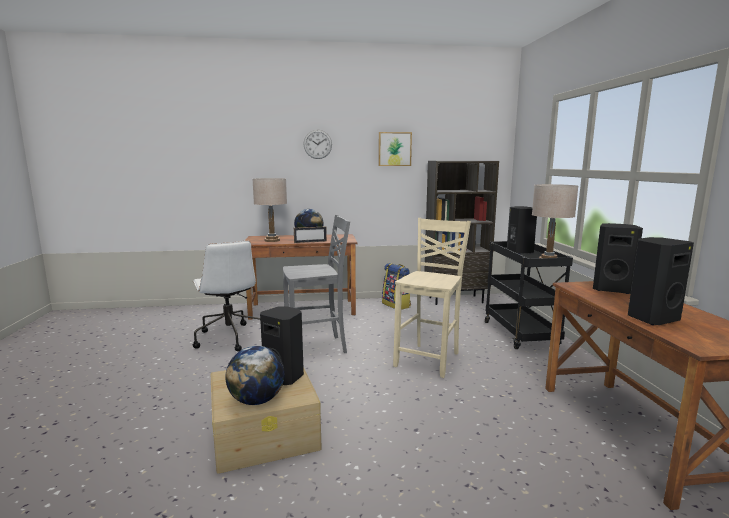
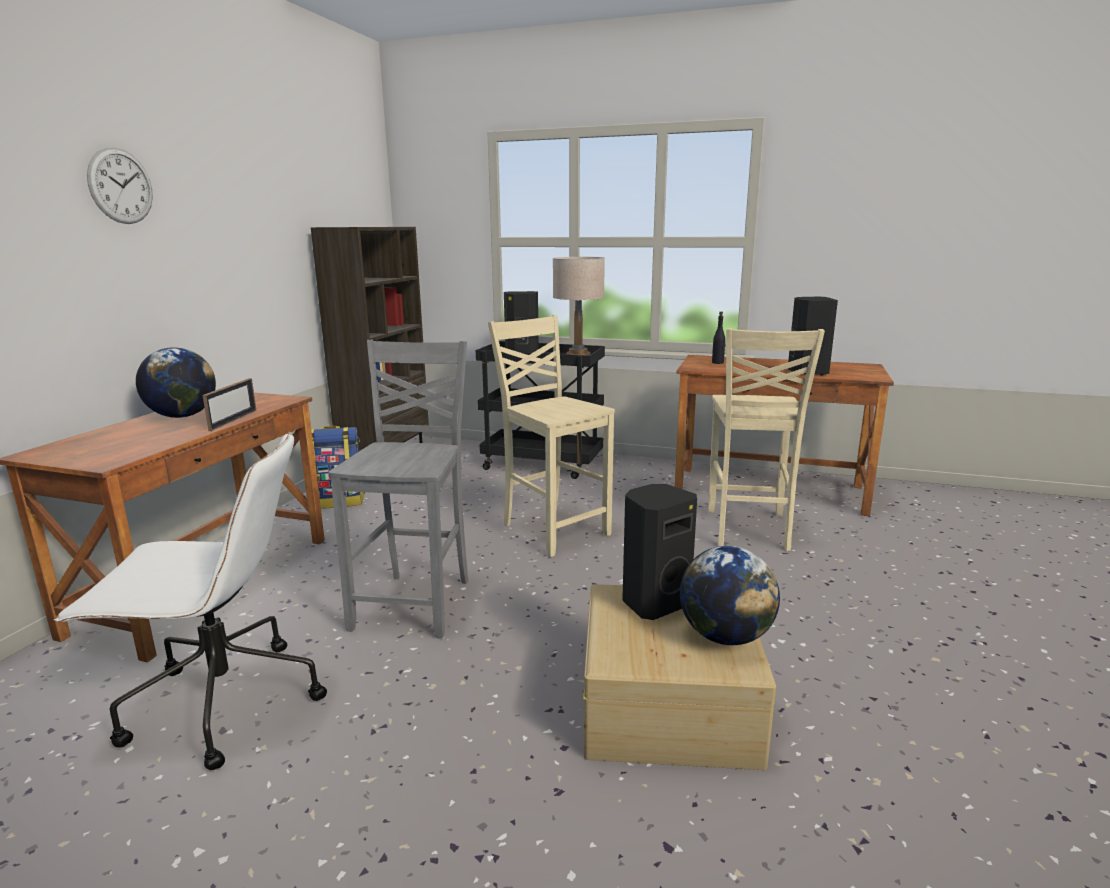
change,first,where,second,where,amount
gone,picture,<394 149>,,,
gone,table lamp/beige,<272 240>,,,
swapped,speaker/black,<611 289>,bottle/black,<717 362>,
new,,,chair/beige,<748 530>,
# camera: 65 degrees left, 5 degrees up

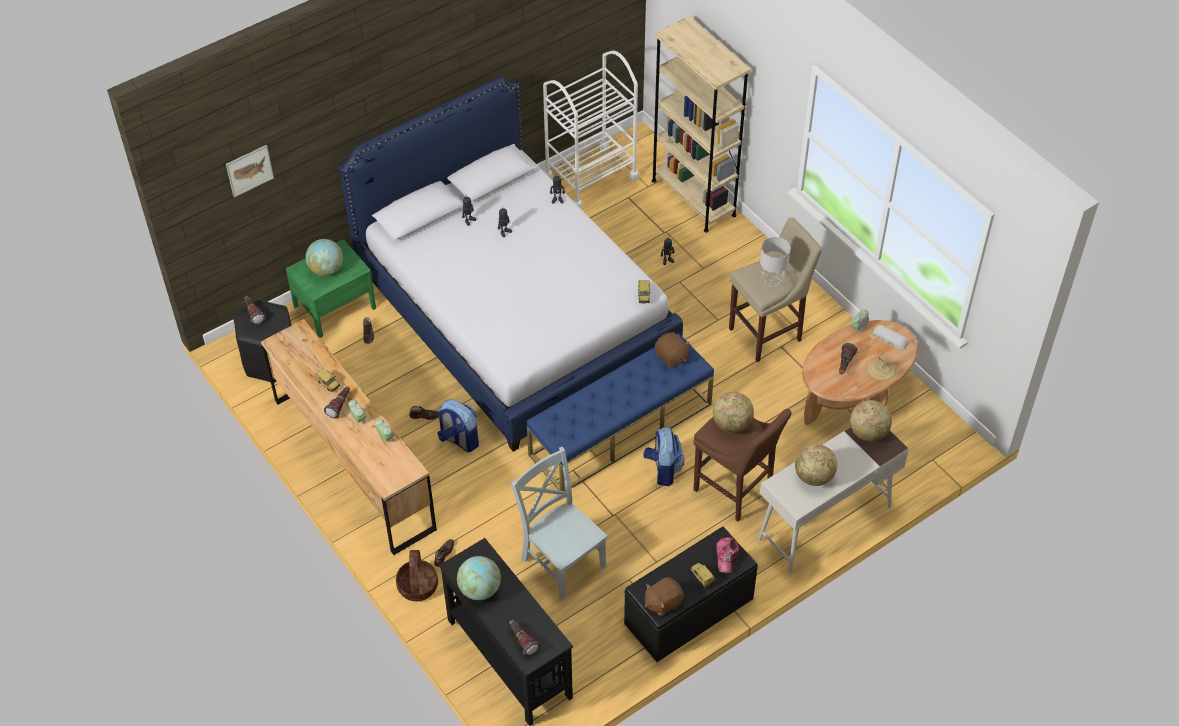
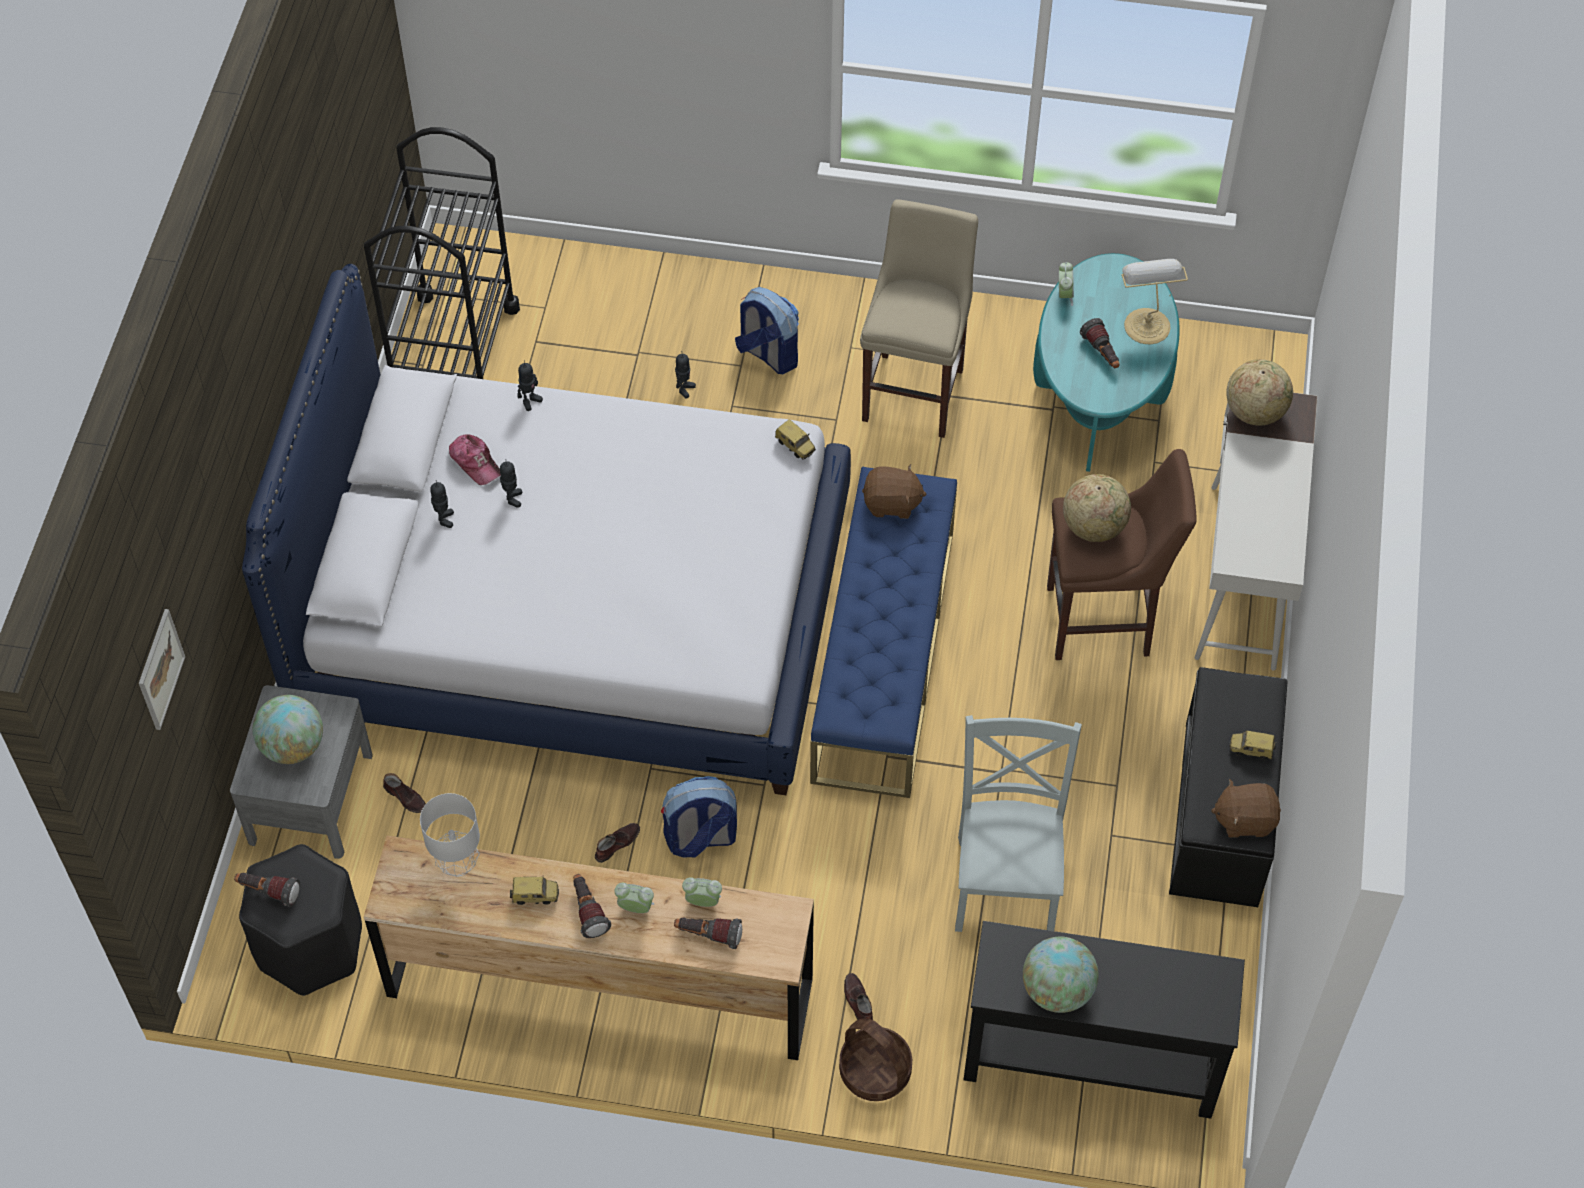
change,first,where,second,where,amount
gone,bookcase/beige,<693 198>,,,
repainted,cart/white,<590 177>,cart/black,<454 350>,
shifted,table lamp/grey,<772 281>,,<459 863>,
repainted,nightstand/green,<334 306>,nightstand/grey,<310 798>,
repainted,coffee table/brown,<853 396>,coffee table/turquoise,<1099 394>,
shifted,backpack,<663 469>,,<768 354>,
gone,globe,<814 477>,,,
rotated,chair/grey,<561 560>,,<1007 881>,90 degrees clockwise
shifted,cap,<727 556>,,<475 462>,
rotated,plush toy/brown,<663 602>,,<1244 819>,75 degrees clockwise
shifted,flashlight,<522 640>,,<708 935>,
# camera: 45 degrees left, 5 degrees up

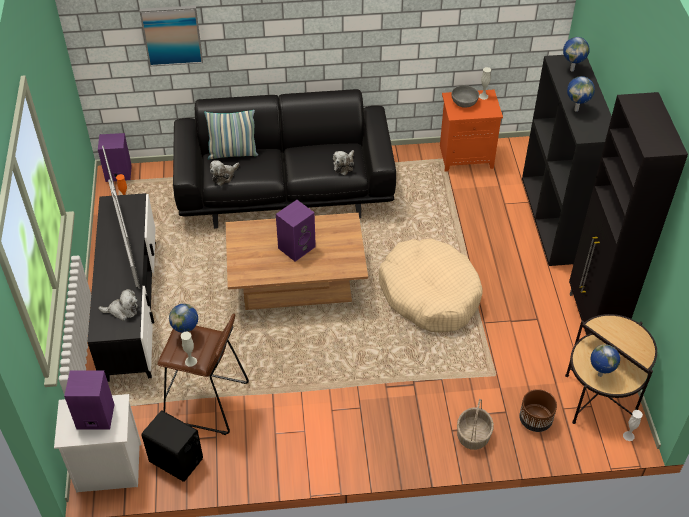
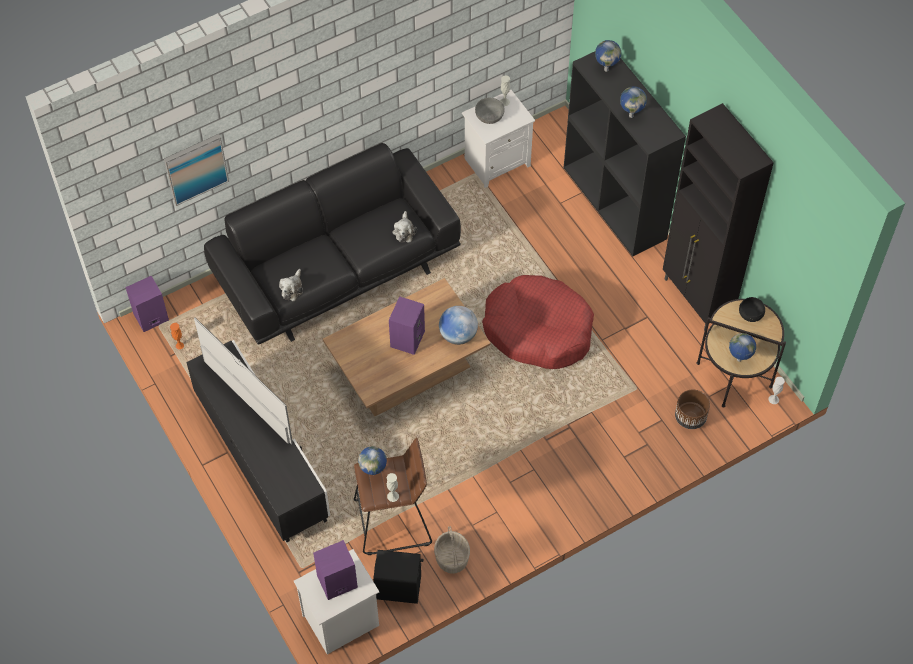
change,first,where,second,where,amount
repainted,nightstand/orange,<466 156>,nightstand/white,<497 161>,
gone,pillow,<233 153>,,,
repainted,dog bed/beige,<429 294>,dog bed/red,<538 330>,
gone,plush toy,<122 310>,,,
shifted,basket,<473 436>,,<452 558>,
new,,,bowl/black,<751 313>,
new,,,globe,<458 335>,
# camera: 25 degrees left, 10 degrees up

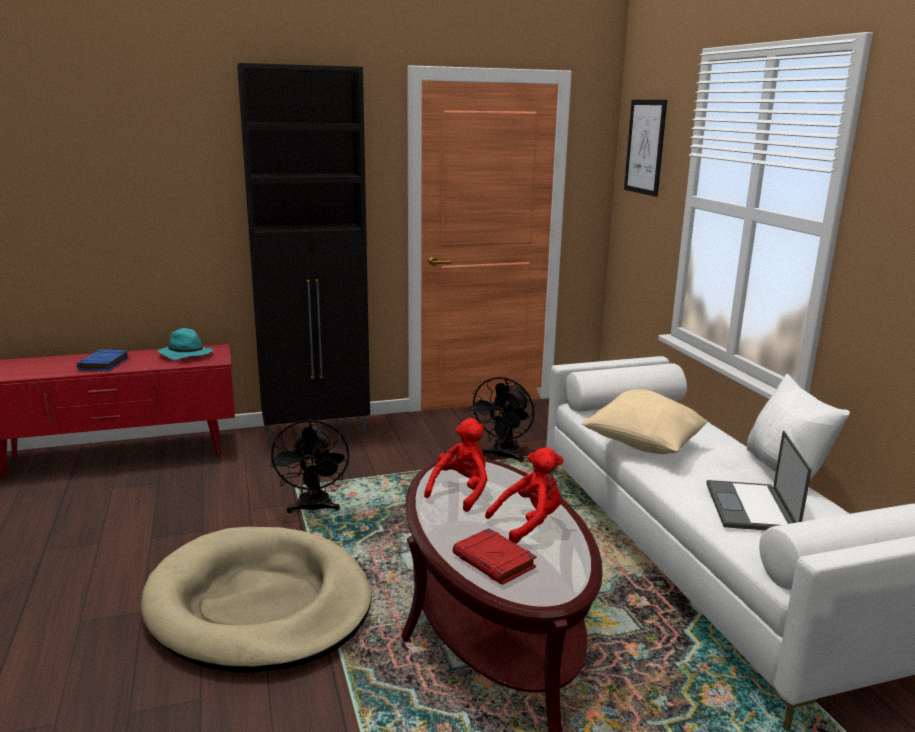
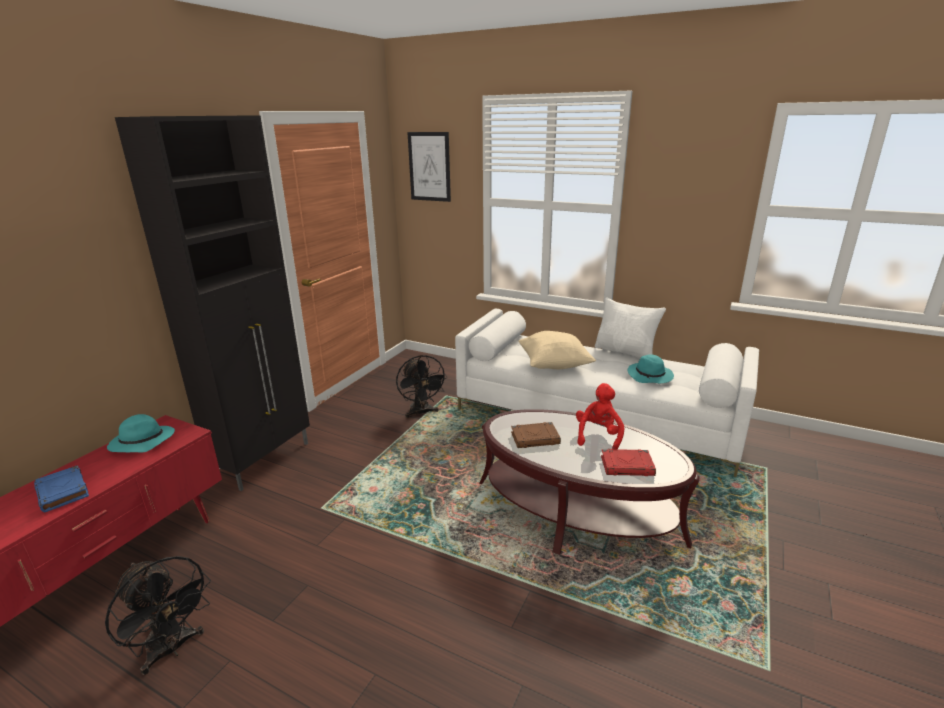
change,first,where,second,where,amount
swapped,plush toy/red,<461 491>,book/brown,<535 438>,
shifted,fan/black,<313 509>,,<172 649>,
swapped,laptop,<751 507>,hat/turquoise,<650 376>,
gone,dog bed/beige,<259 605>,,,
# camera: 45 degrees left, 5 degrees up

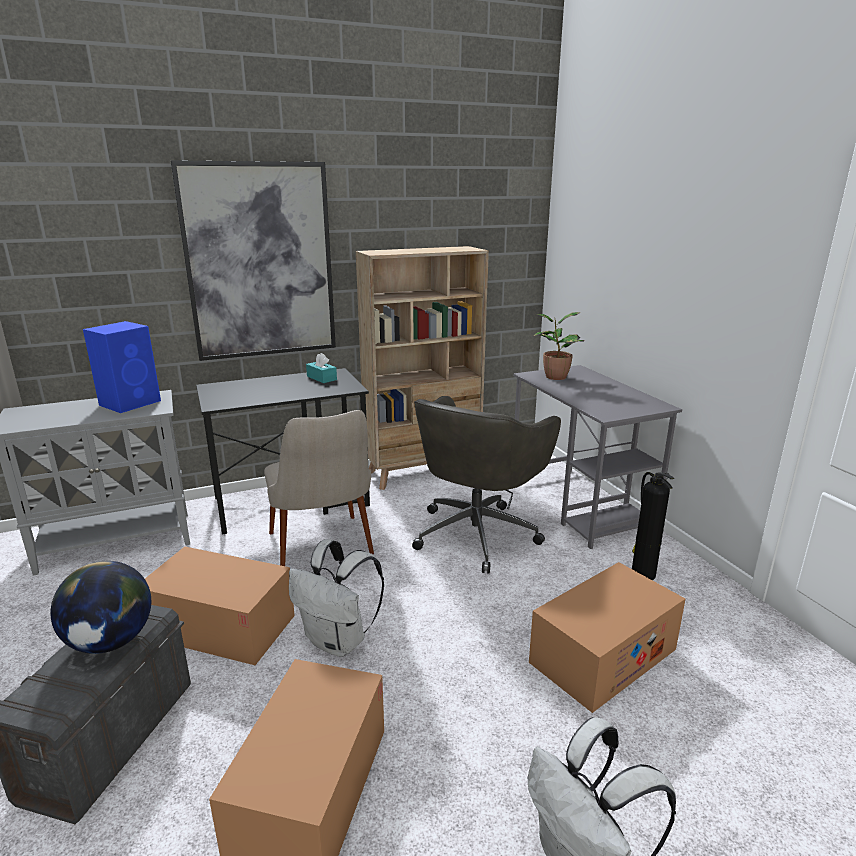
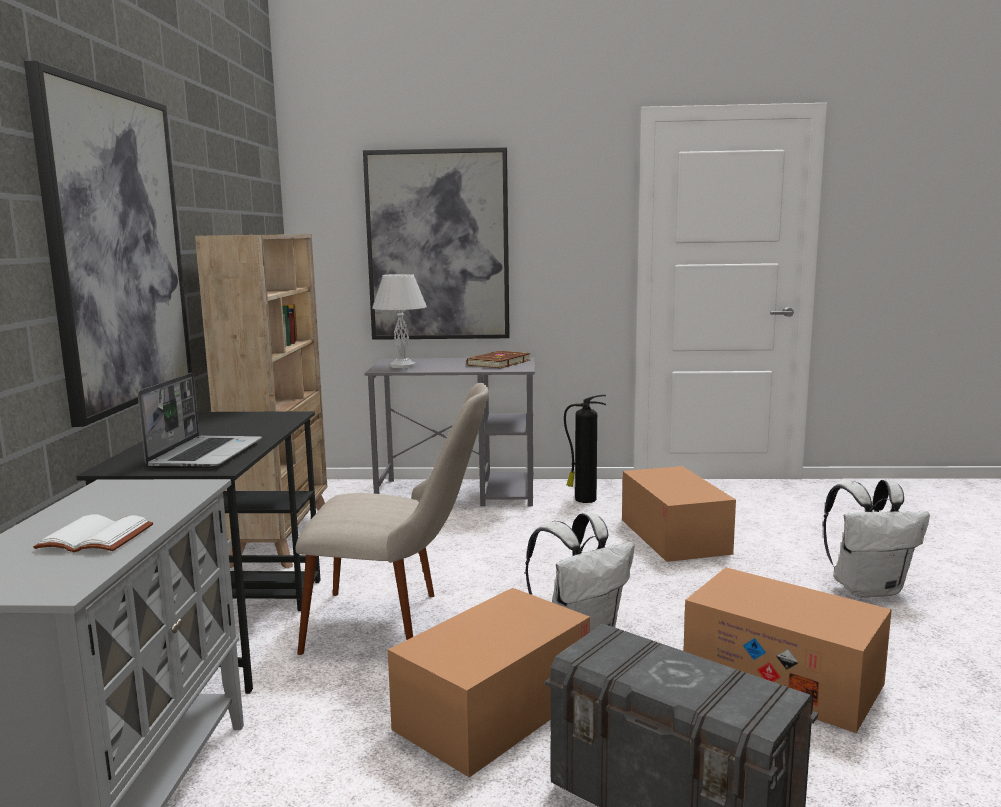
change,first,where,second,where,amount
swapped,potted plant,<554 377>,table lamp/white,<401 366>,
gone,speaker/blue,<131 402>,,,
gone,tissue box/turquoise,<321 378>,,,
gone,office chair/grey,<477 533>,,,
gone,globe,<111 641>,,,
new,,,picture,<438 246>,
new,,,book/brown,<497 363>,
new,,,laptop,<206 454>,
new,,,book/white,<93 539>,
# camera: 65 degrees left, 10 degrees down

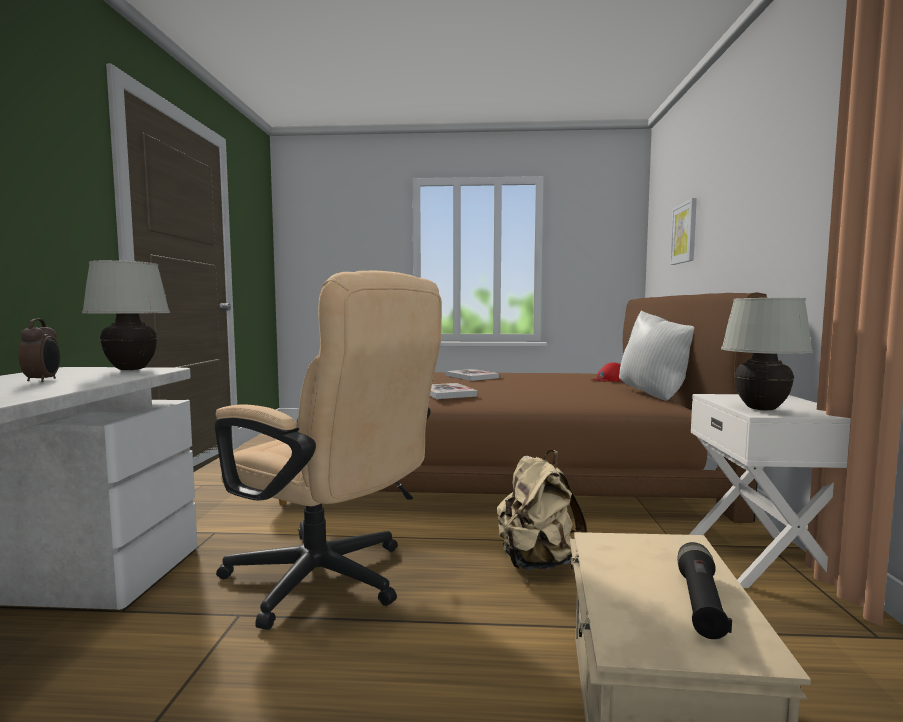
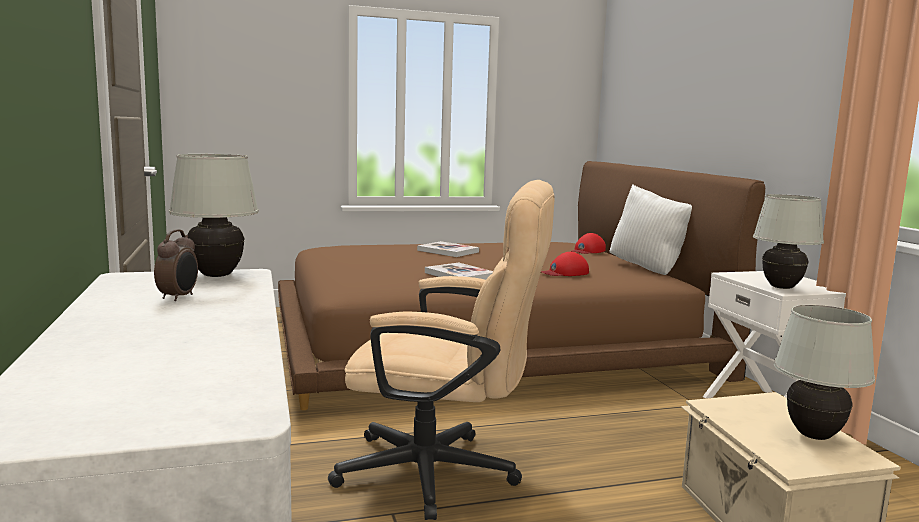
change,first,where,second,where,amount
gone,picture,<684 233>,,,
rotated,alarm clock,<43 380>,,<179 297>,45 degrees clockwise
gone,backpack/beige,<537 562>,,,
swapped,flashlight/black,<700 603>,table lamp/white,<814 436>,
new,,,cap/red,<565 273>,
# camera: 20 degrees left, 5 degrees up

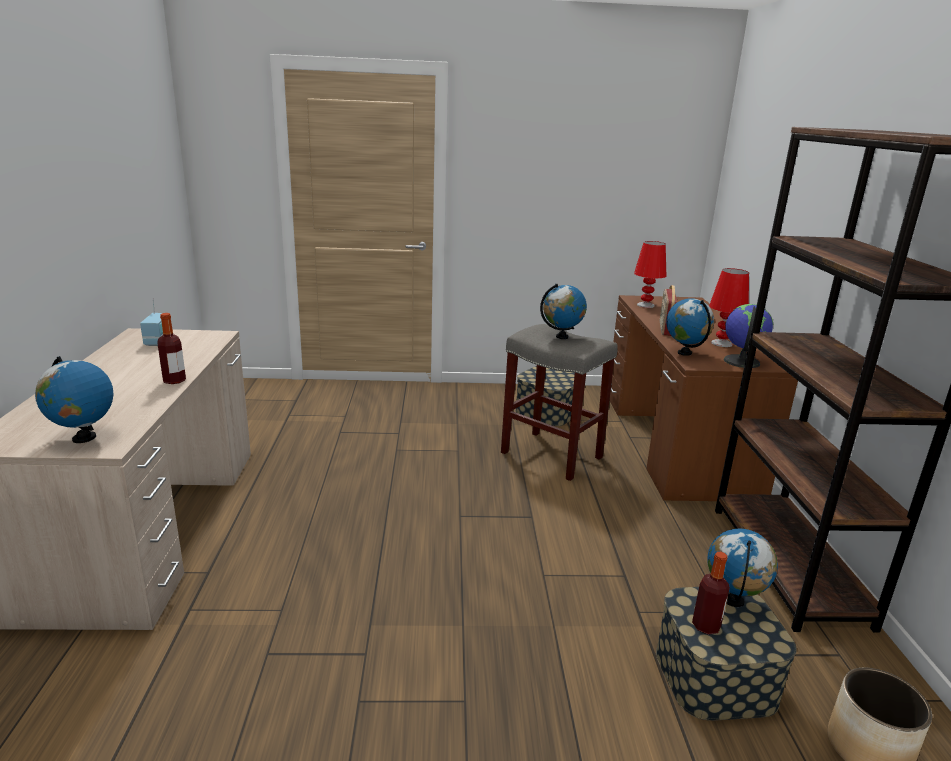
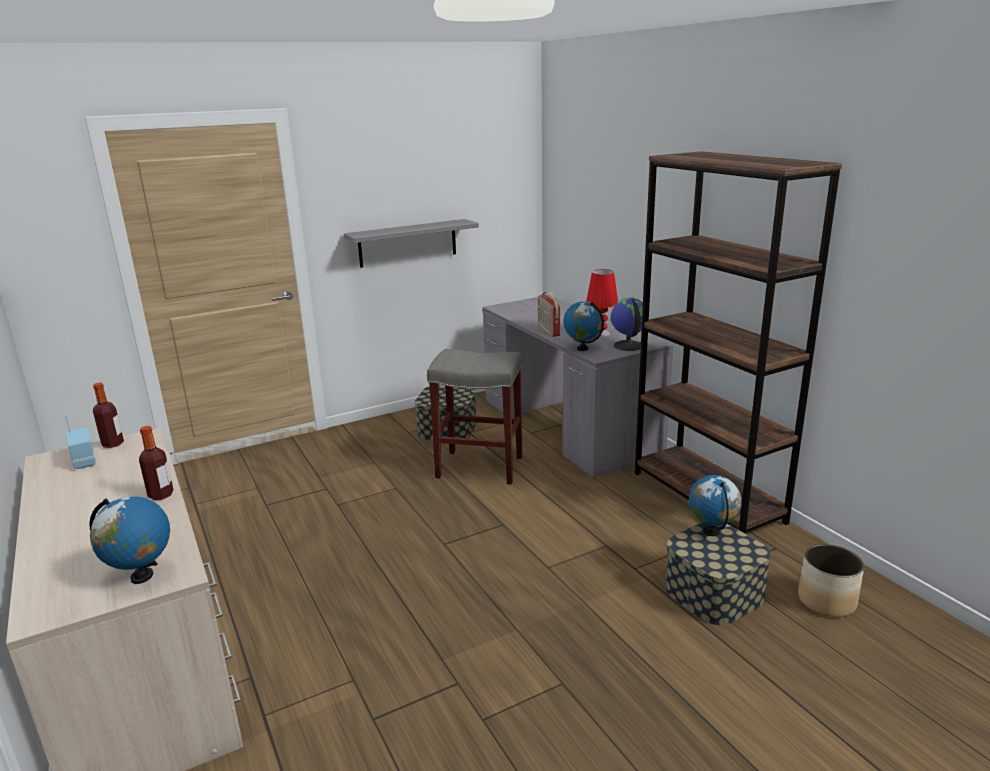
change,first,where,second,where,amount
gone,table lamp/red,<645 305>,,,
gone,globe,<562 337>,,,
repainted,desk/brown,<675 441>,desk/grey,<568 425>,
shifted,bottle,<706 626>,,<113 444>,
new,,,shelf/grey,<408 243>,
# camera: 25 degrees left, 0 degrees up

